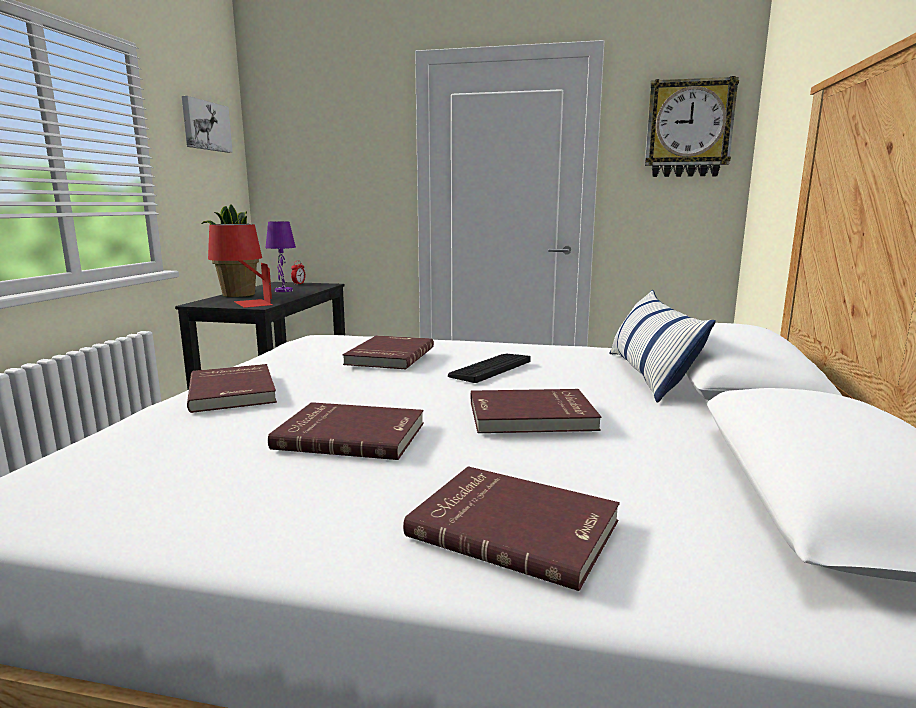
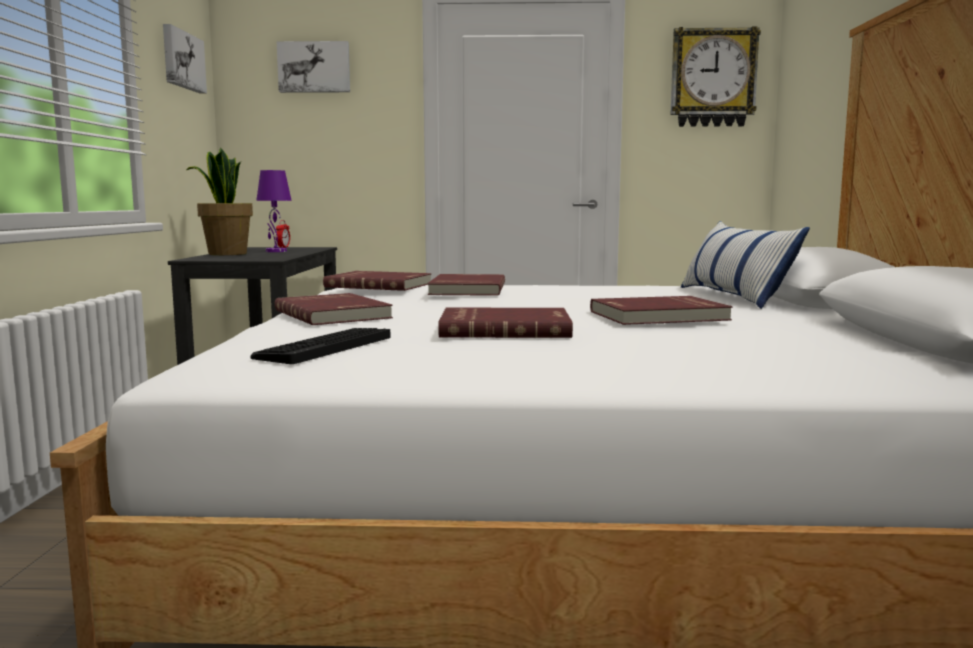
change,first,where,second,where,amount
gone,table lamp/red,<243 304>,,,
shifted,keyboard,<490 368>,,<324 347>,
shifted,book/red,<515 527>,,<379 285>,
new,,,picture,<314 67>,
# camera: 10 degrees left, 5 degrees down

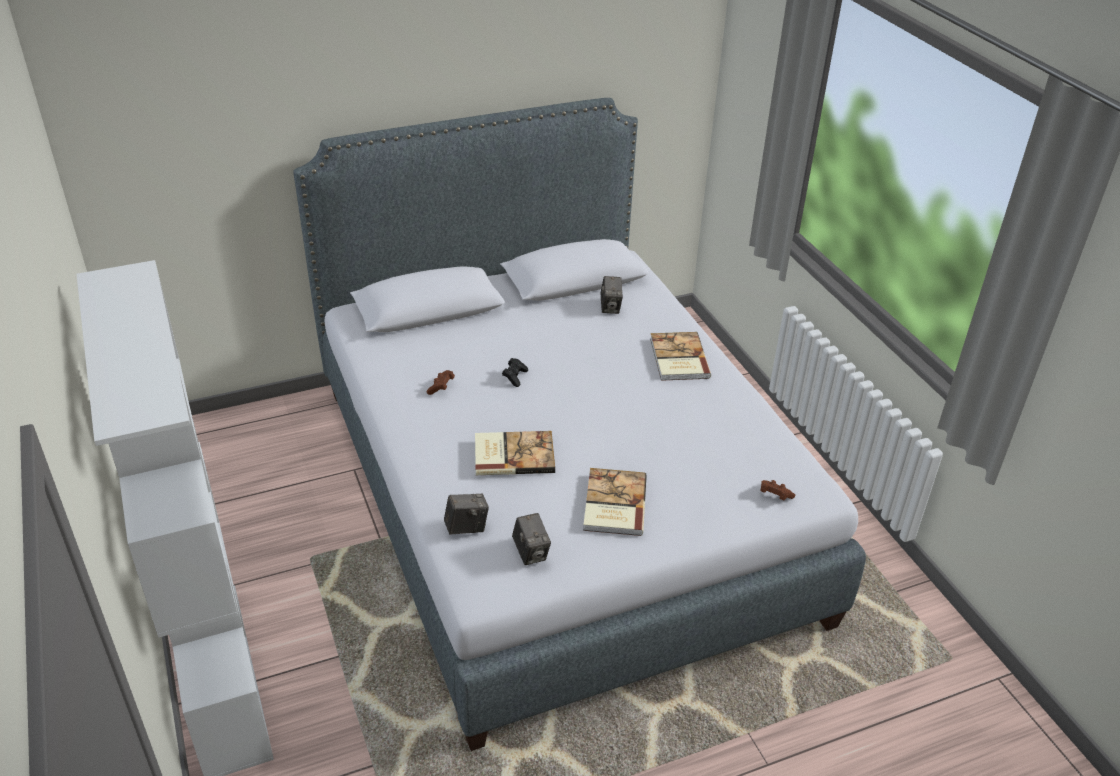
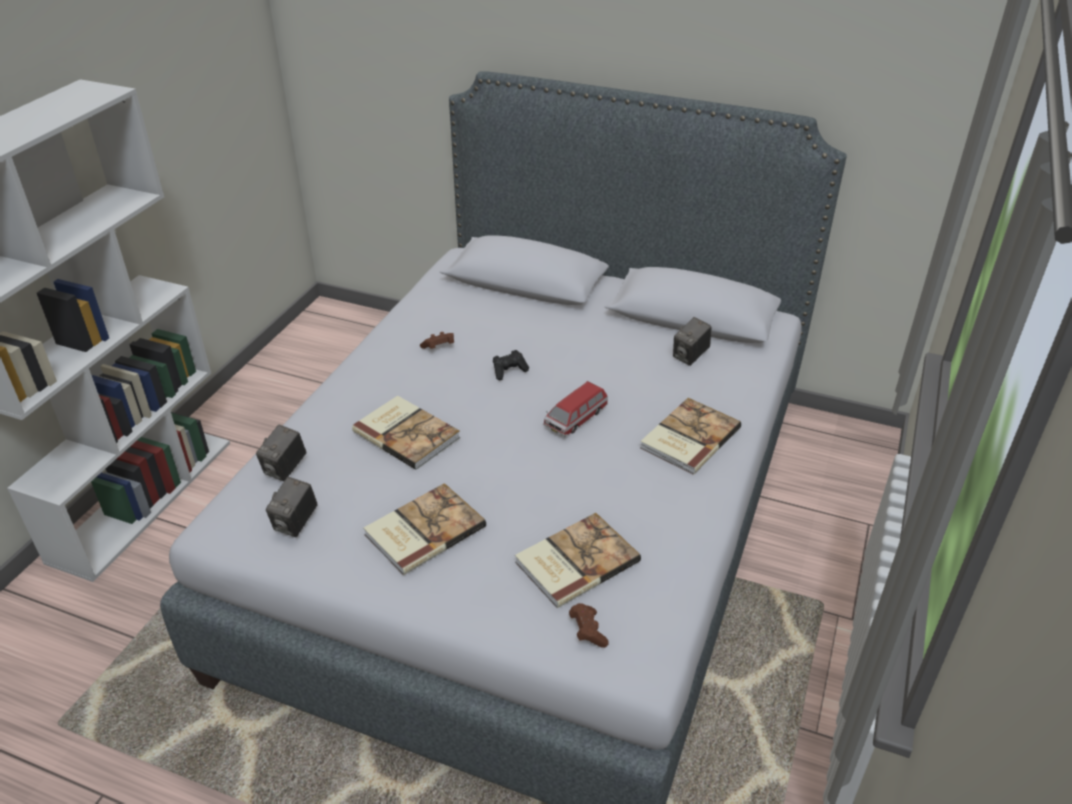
change,first,where,second,where,amount
rotated,photo camera,<466 527>,,<285 469>,90 degrees clockwise
new,,,toy car,<575 419>,
new,,,book,<575 561>,
# camera: 45 degrees right, 0 degrees up

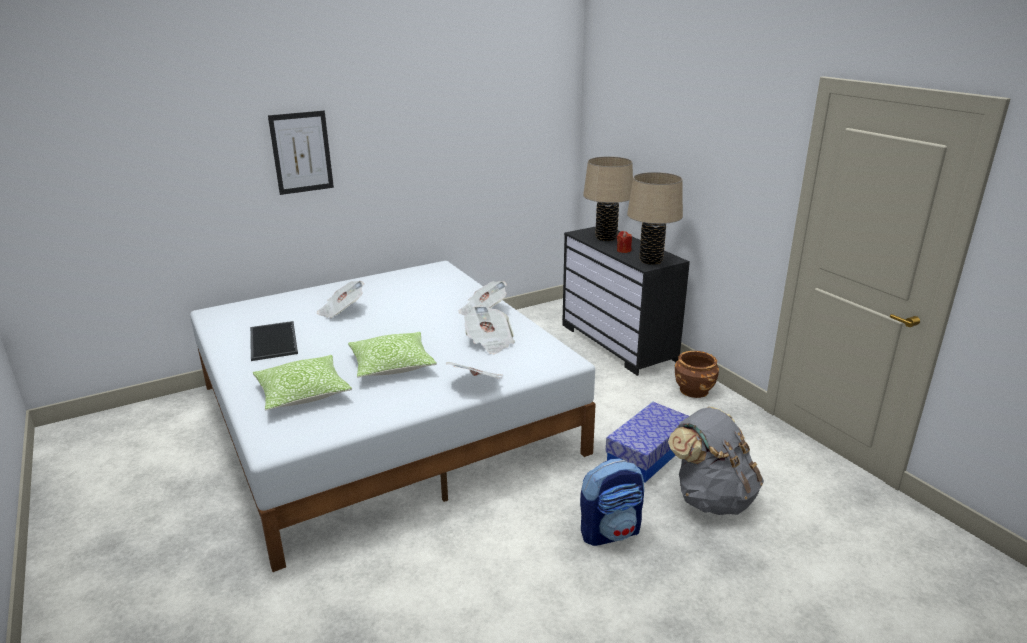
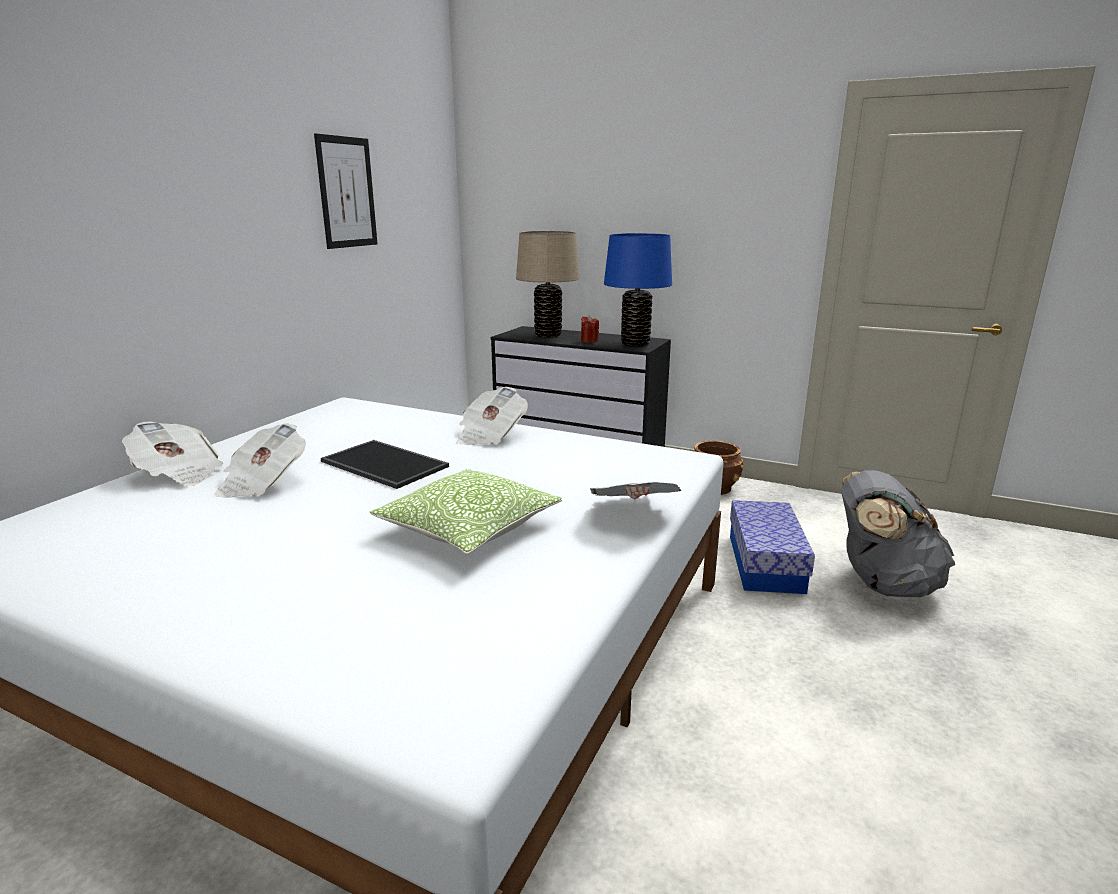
change,first,where,second,where,amount
shifted,picture,<301 152>,,<347 192>,
repainted,table lamp/beige,<651 261>,table lamp/blue,<635 344>,
shifted,newspaper,<489 342>,,<178 474>,
shifted,tray,<272 341>,,<382 464>,
gone,pillow,<303 393>,,,
gone,backpack,<610 532>,,,
# camera: 35 degrees left, 5 degrees down

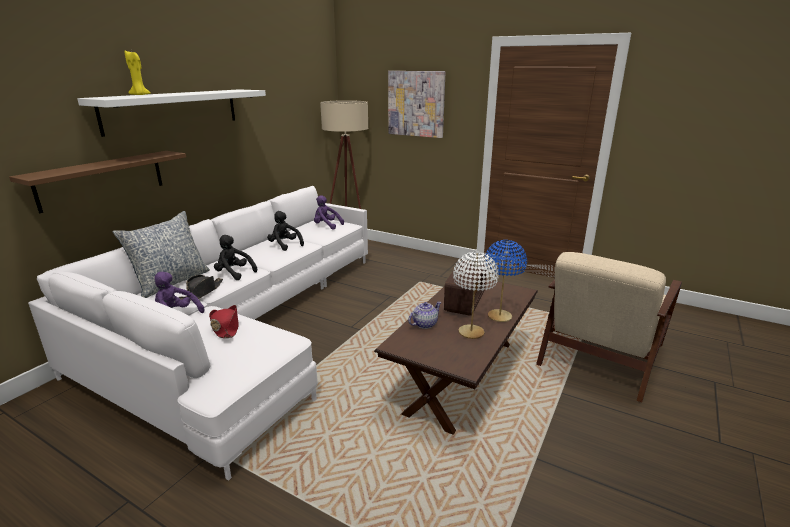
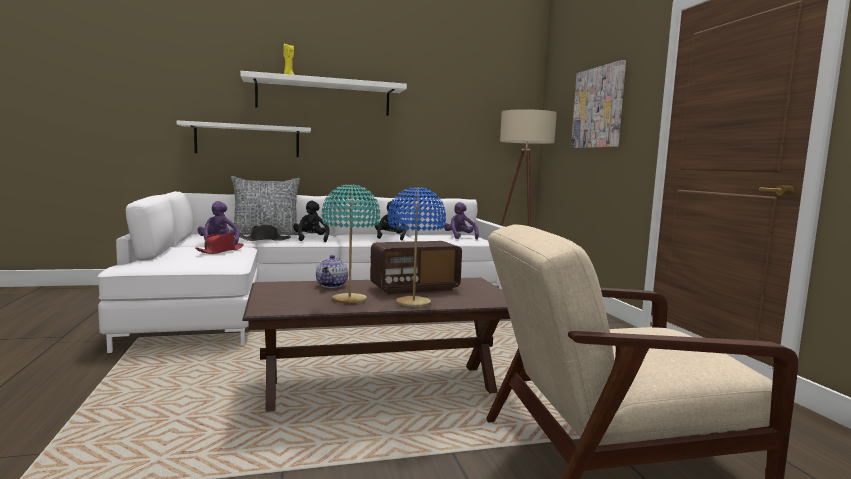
change,first,where,second,where,amount
repainted,shelf/brown,<102 180>,shelf/white,<247 140>,
repainted,table lamp/white,<471 332>,table lamp/turquoise,<349 299>,
rotated,teapot,<424 324>,,<332 285>,90 degrees clockwise
# camera: 45 degrees right, 15 degrees down

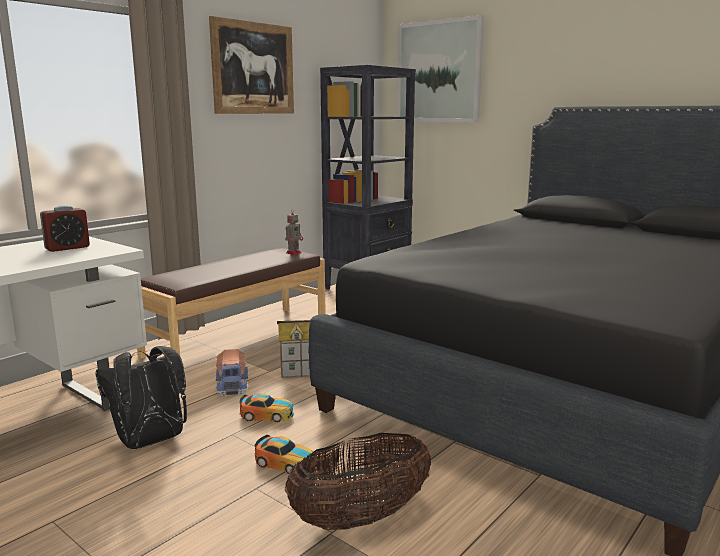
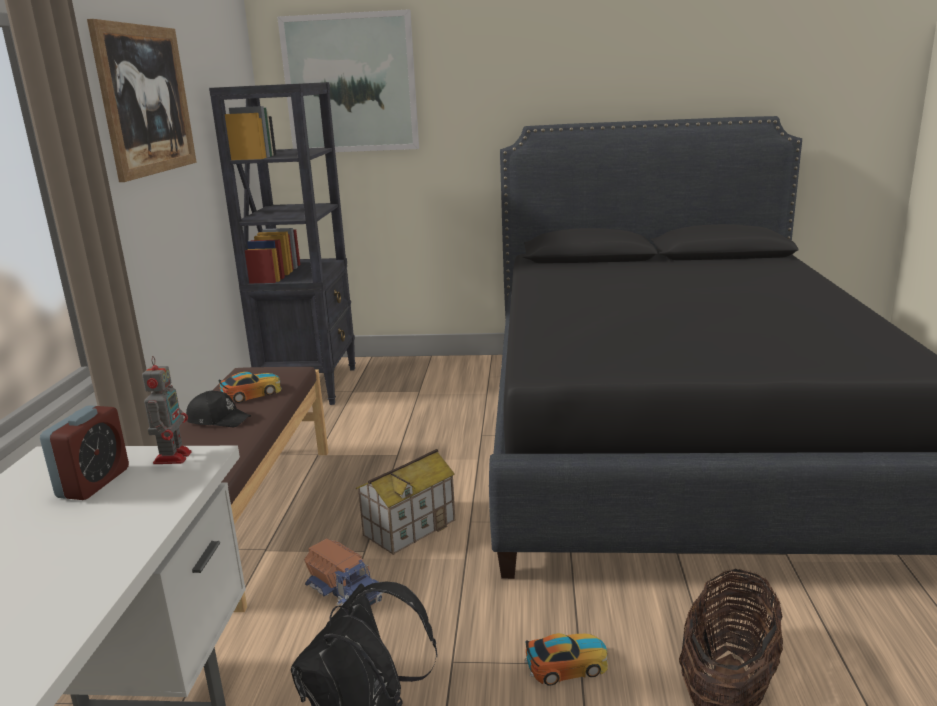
change,first,where,second,where,amount
shifted,toy robot,<294 253>,,<173 457>,
shifted,toy car,<267 415>,,<252 393>,
new,,,cap/black,<218 419>,
# camera: 35 degrees left, 5 degrees up

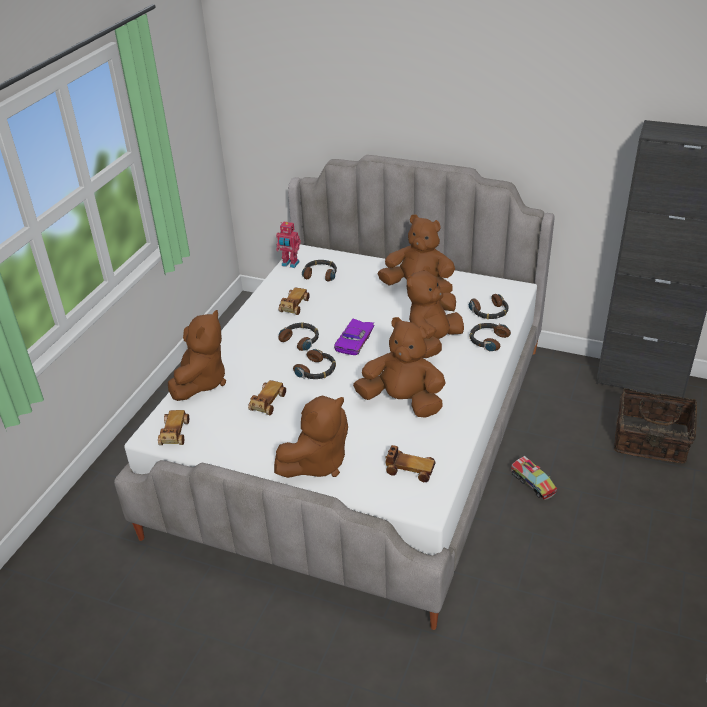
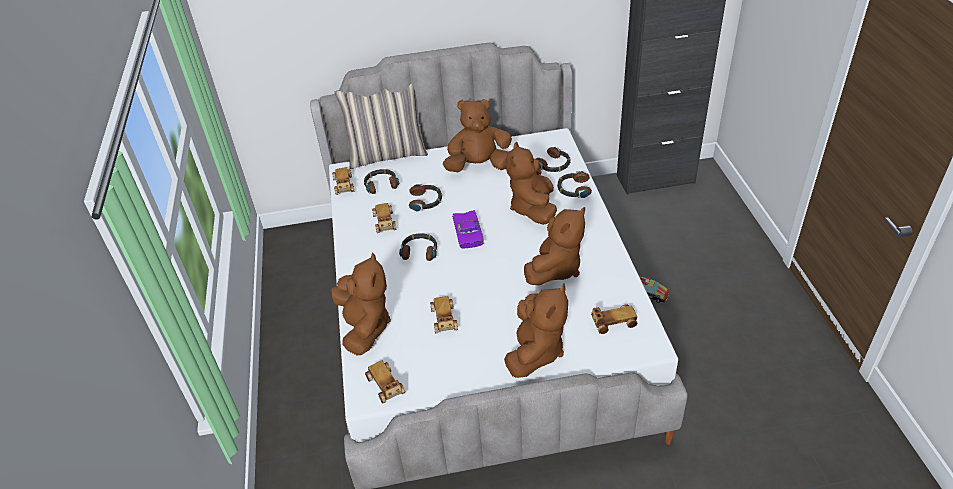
change,first,where,second,where,amount
swapped,toy robot,<290 264>,toy car,<344 185>,
rotated,plush toy/brown,<402 402>,,<555 268>,135 degrees clockwise
shifted,headphones,<316 370>,,<426 201>,
gone,basket,<650 442>,,,
new,,,pillow,<388 154>,
# camera: 30 degrees left, 5 degrees up

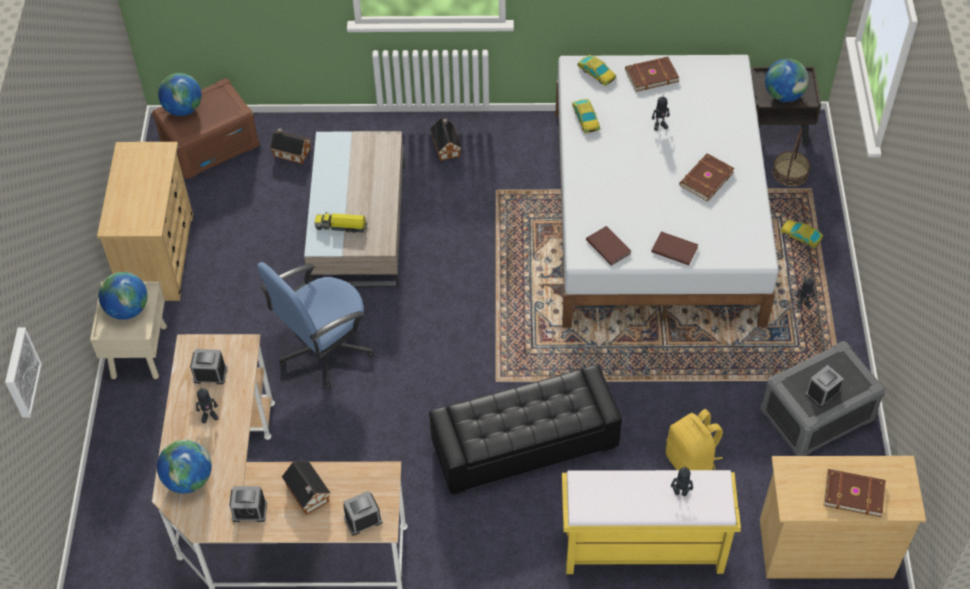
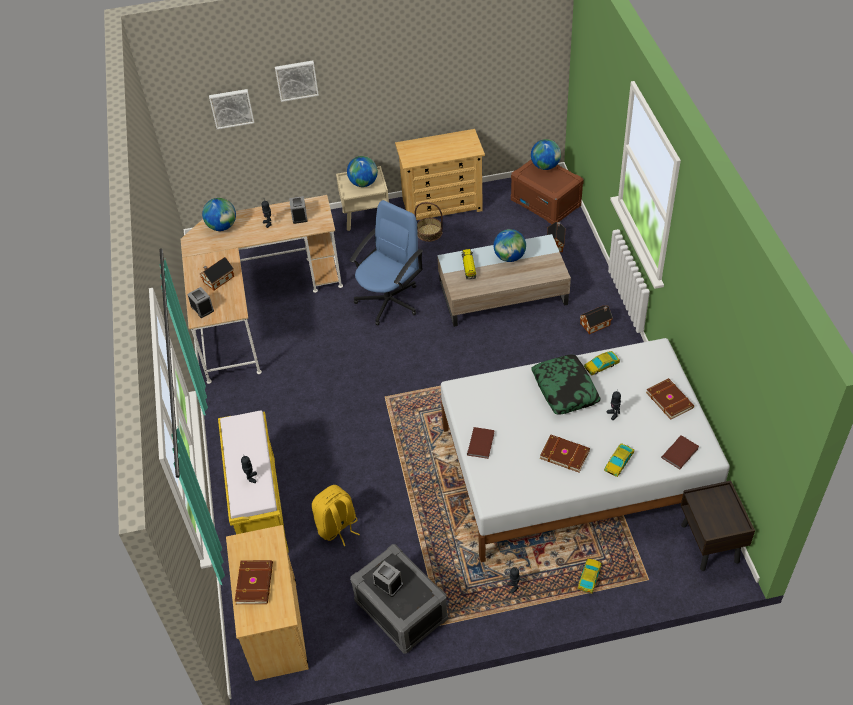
change,first,where,second,where,amount
shifted,toy car,<596 73>,,<619 462>,
shifted,globe,<783 95>,,<509 257>,
shifted,basket,<790 172>,,<429 232>,
shifted,book/brown,<608 246>,,<681 453>,
rotated,office chair/blue,<324 349>,,<389 301>,90 degrees clockwise
gone,ottoman/black,<524 444>,,,
gone,alarm clock,<249 511>,,,
new,,,picture,<296 80>,
new,,,pillow,<565 389>,
# camera: 80 degrees right, 5 degrees down

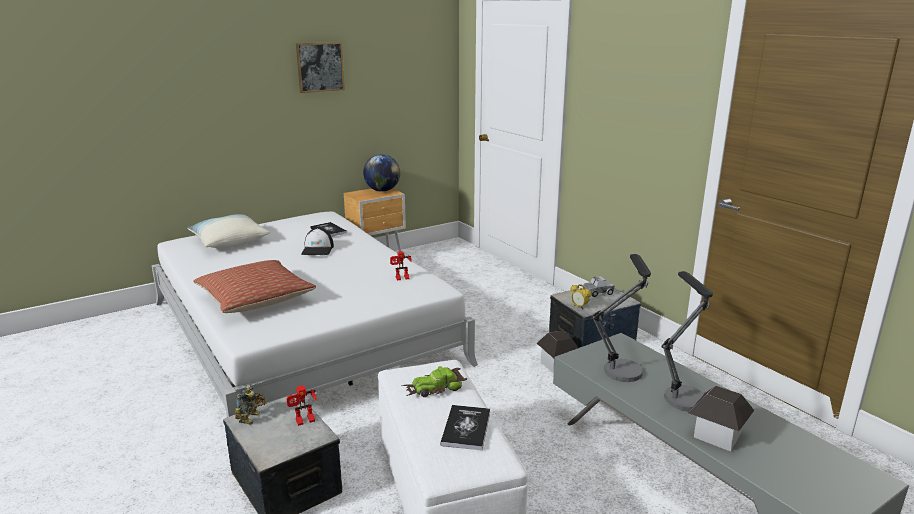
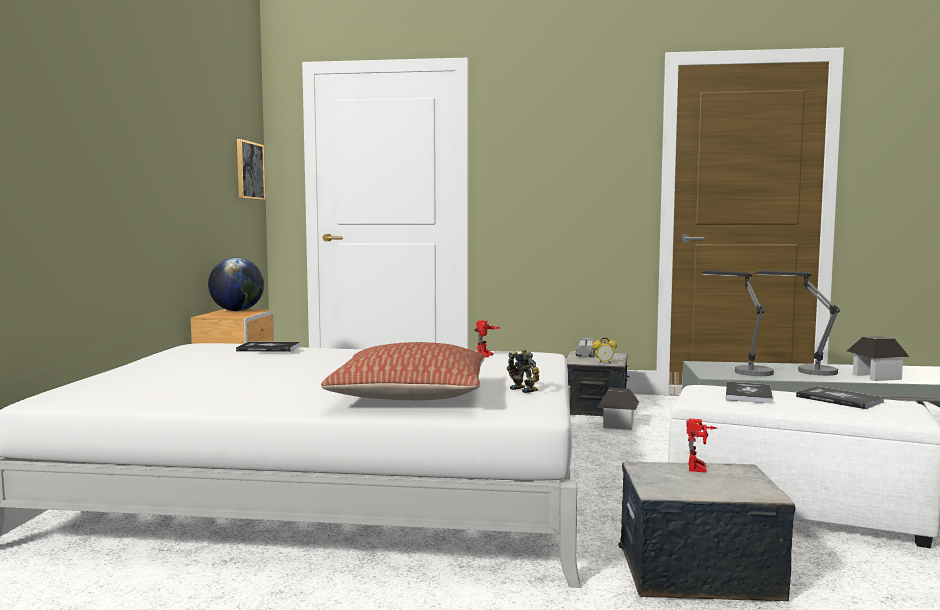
change,first,where,second,where,amount
shifted,picture,<320 67>,,<249 170>,
gone,pillow,<229 242>,,,
gone,cap,<318 249>,,,
swapped,toy car,<435 388>,book,<748 394>,
shifted,toy robot,<252 417>,,<525 389>,
# camera: 50 degrees left, 15 degrees down

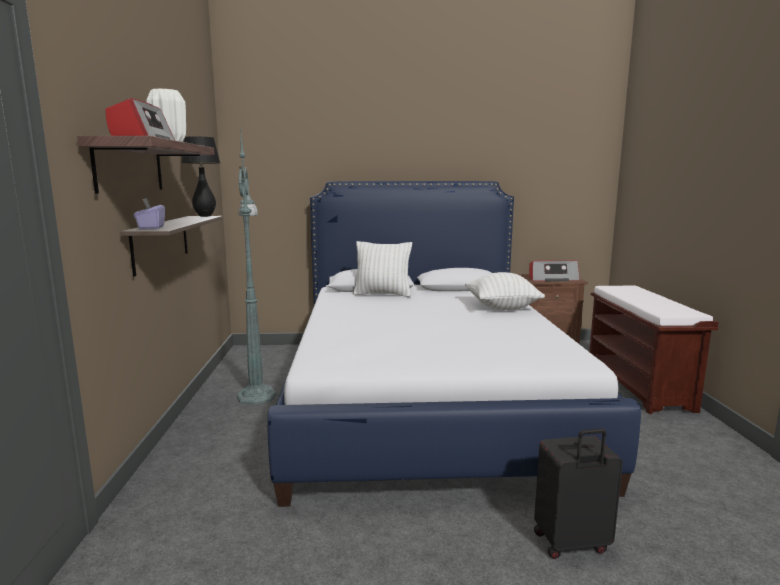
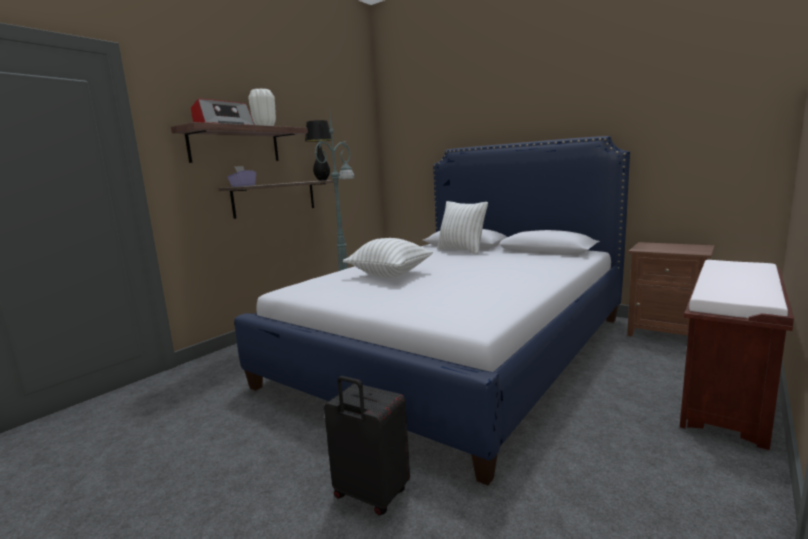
change,first,where,second,where,amount
gone,radio,<552 279>,,,
shifted,pillow/white,<502 307>,,<390 275>,
# camera: 40 degrees right, 0 degrees up

